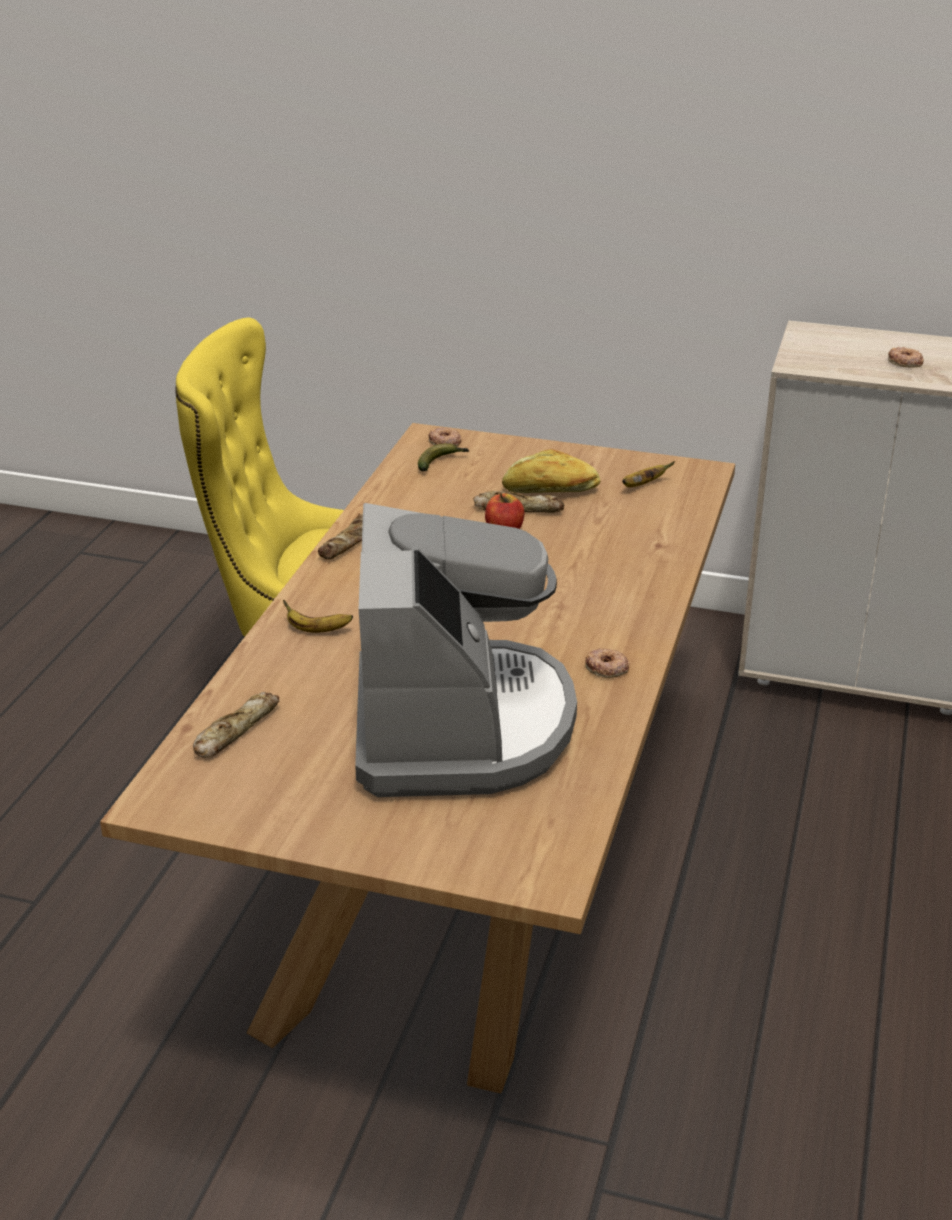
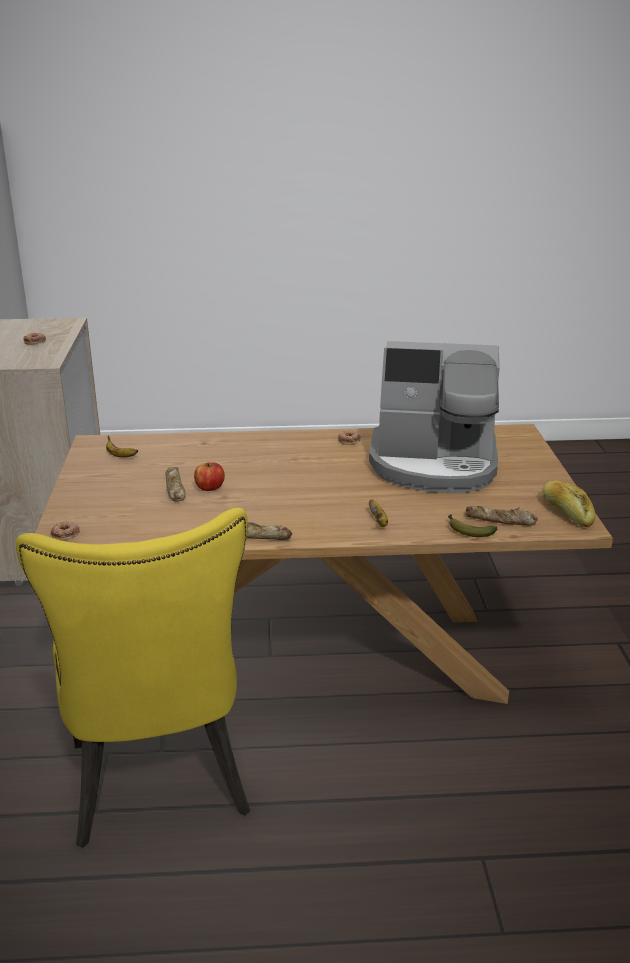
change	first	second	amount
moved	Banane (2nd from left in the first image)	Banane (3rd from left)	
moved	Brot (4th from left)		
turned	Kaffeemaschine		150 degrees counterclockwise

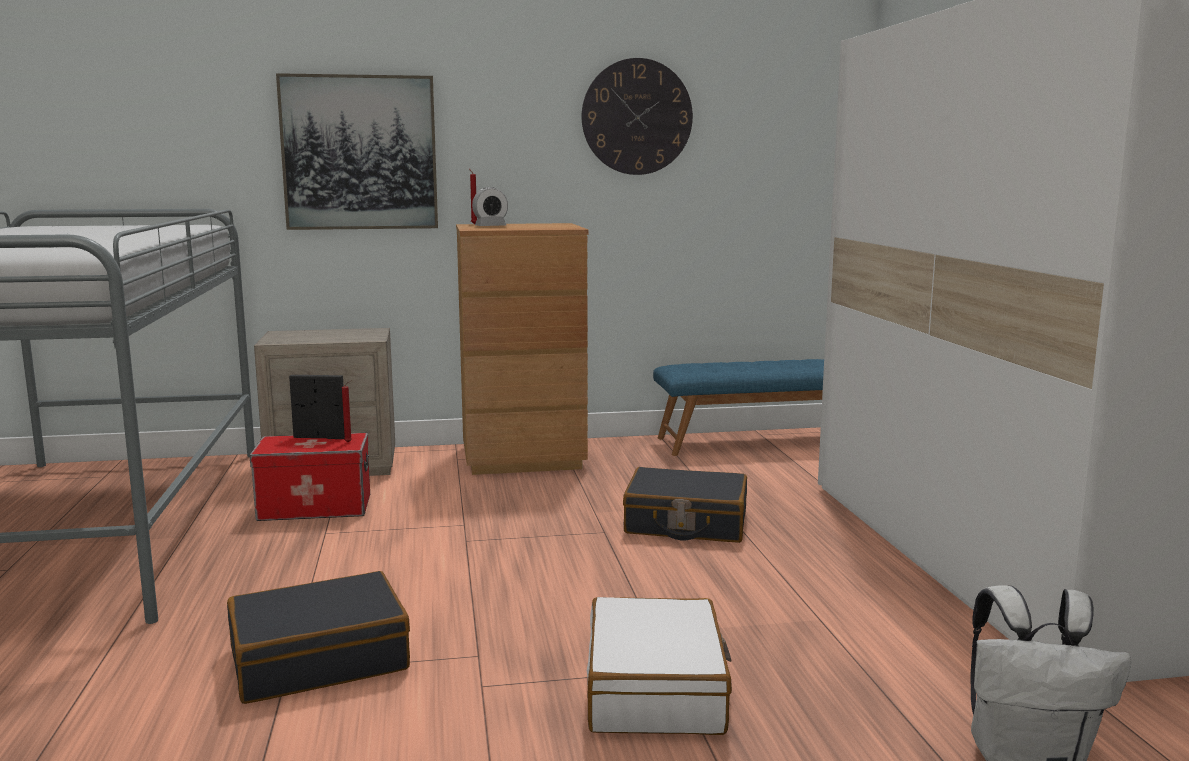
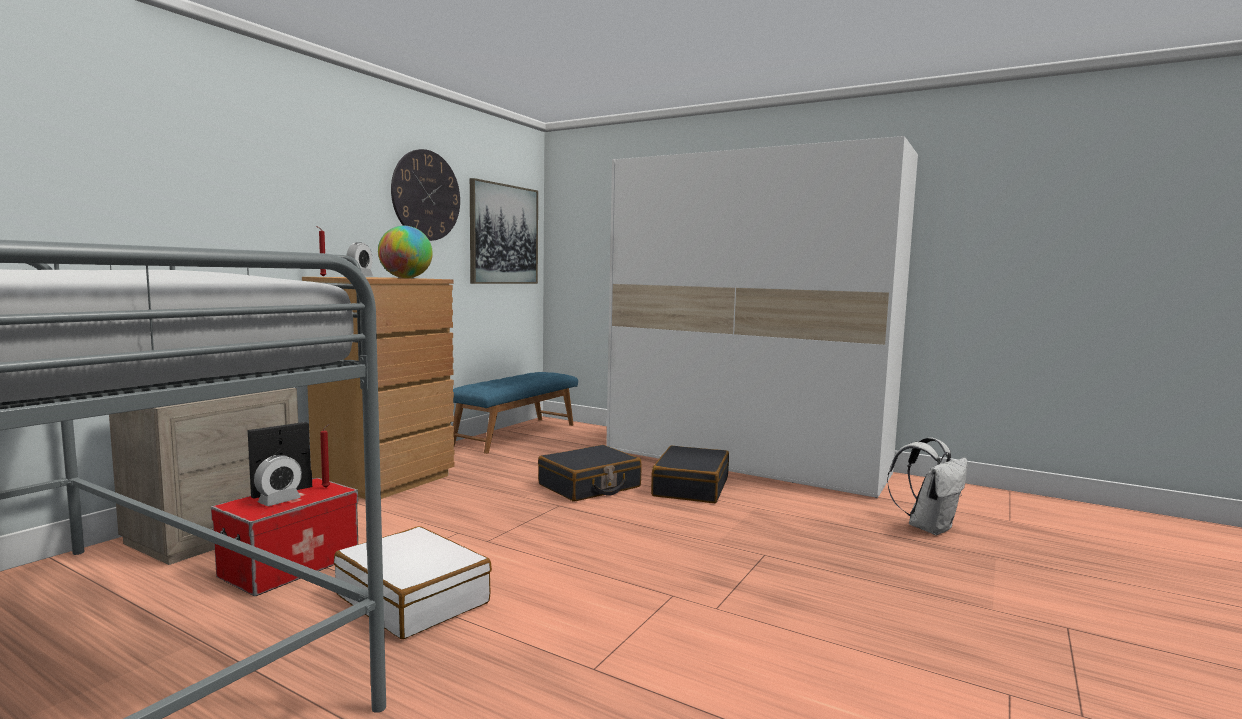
change	first	second	amount
added		Wecker (1st from left)	
added		Globus	
moved	Koffer (schwarz) (1st from left in the first image)	Koffer (schwarz) (2nd from left)	
moved	Bild		
moved	Koffer (weiß)		

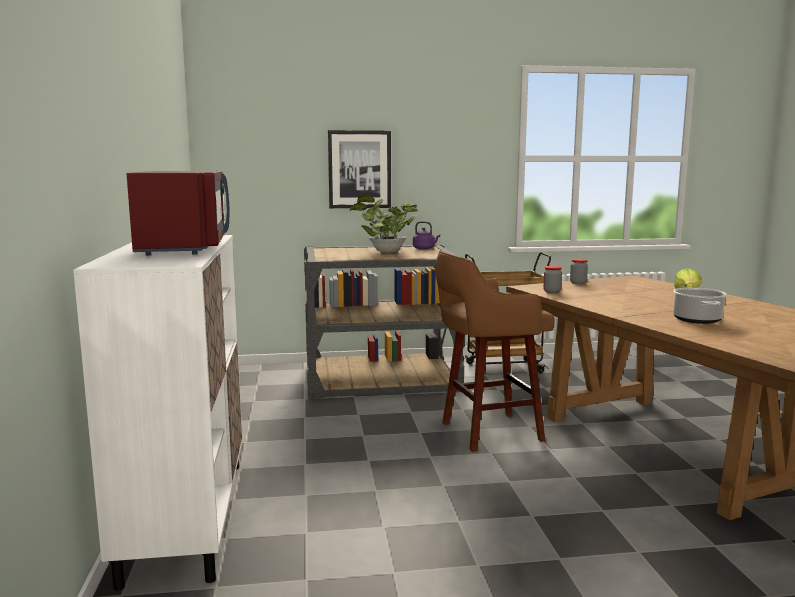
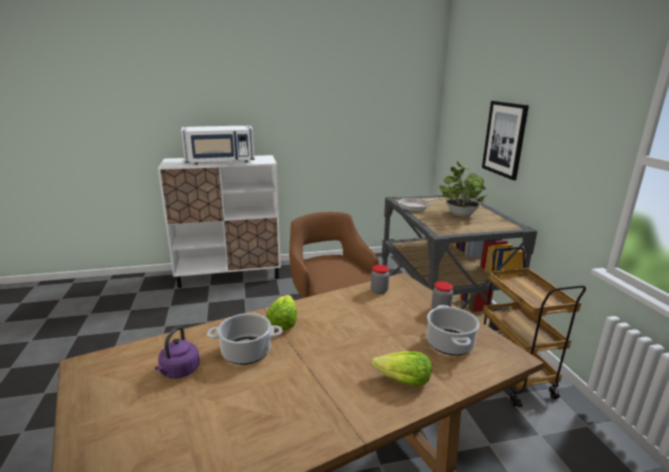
change	first	second	amount
added		Salatkopf (1st from left)	
added		Pfanne	
added		Kochtopf (2nd from left)	
moved	Wasserkessel (lila)		
recoloured	Mikrowelle (rot)	Mikrowelle (weiß)	

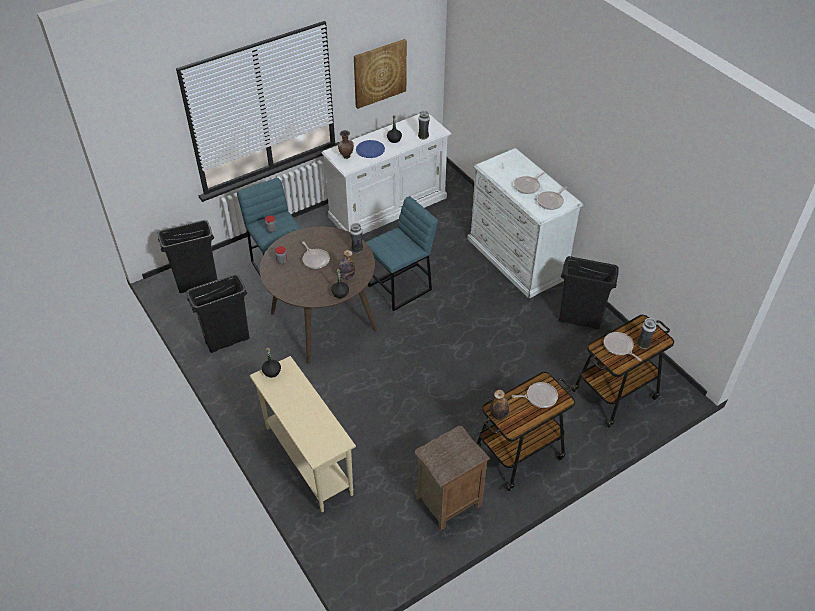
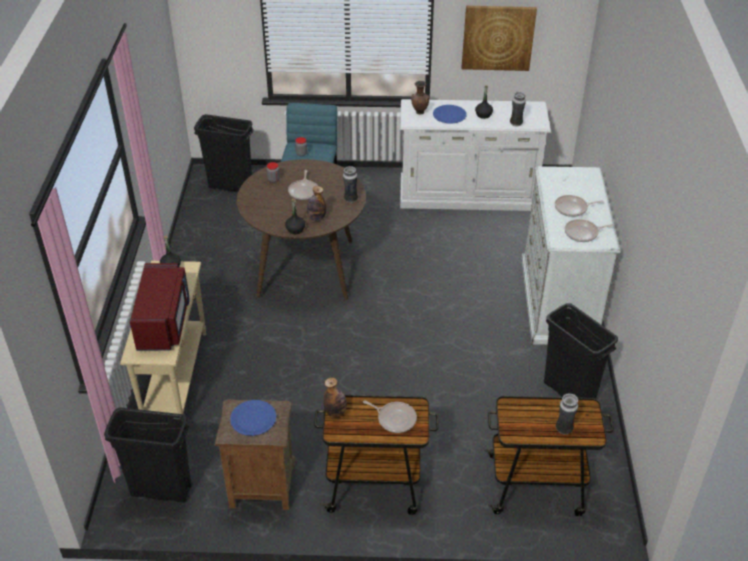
change	first	second	amount
removed	Hocker (blau) (2nd from left)		
removed	Pfanne (5th from left)		
added		Mikrowelle (rot)	
added		Teller (blau) (1st from left)	
moved	Mülleimer (schwarz) (2nd from left in the first image)	Mülleimer (schwarz) (1st from left)	

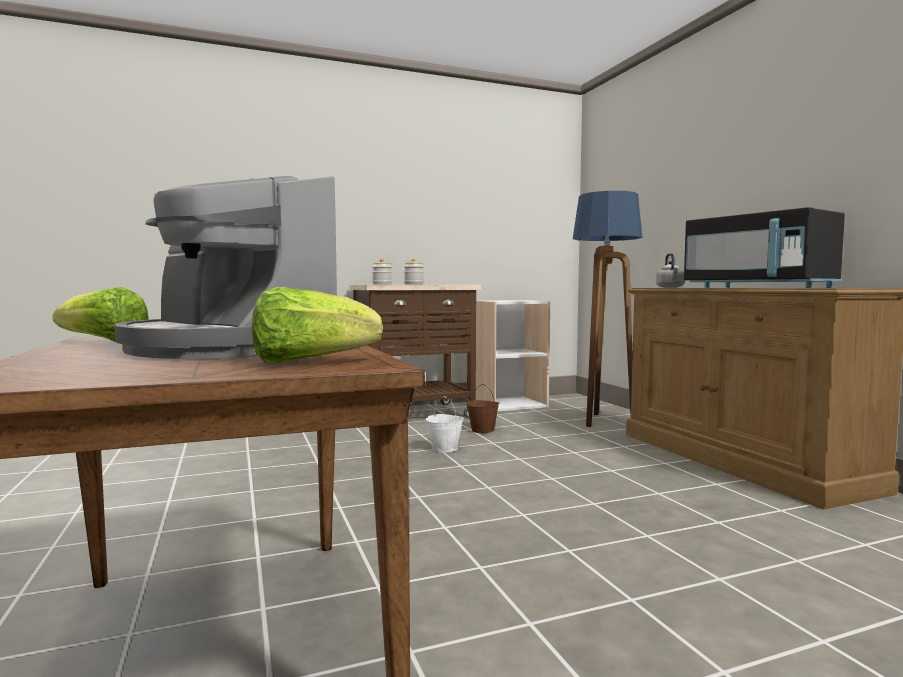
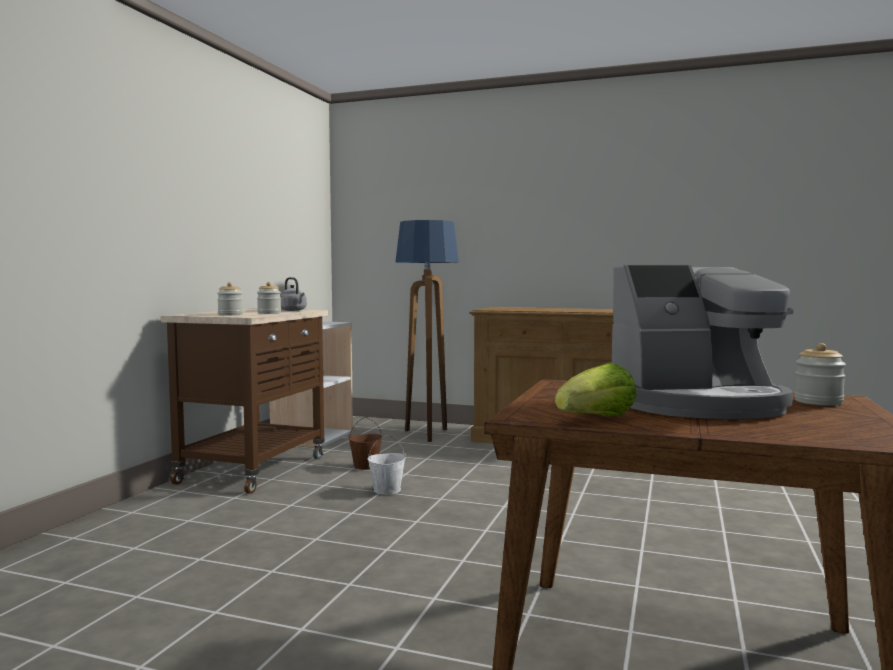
change	first	second	amount
removed	Mikrowelle (schwarz)		
moved	Wasserkessel (grau)		
replaced	Salatkopf (2nd from left)	Vorratsglas (3rd from left)	

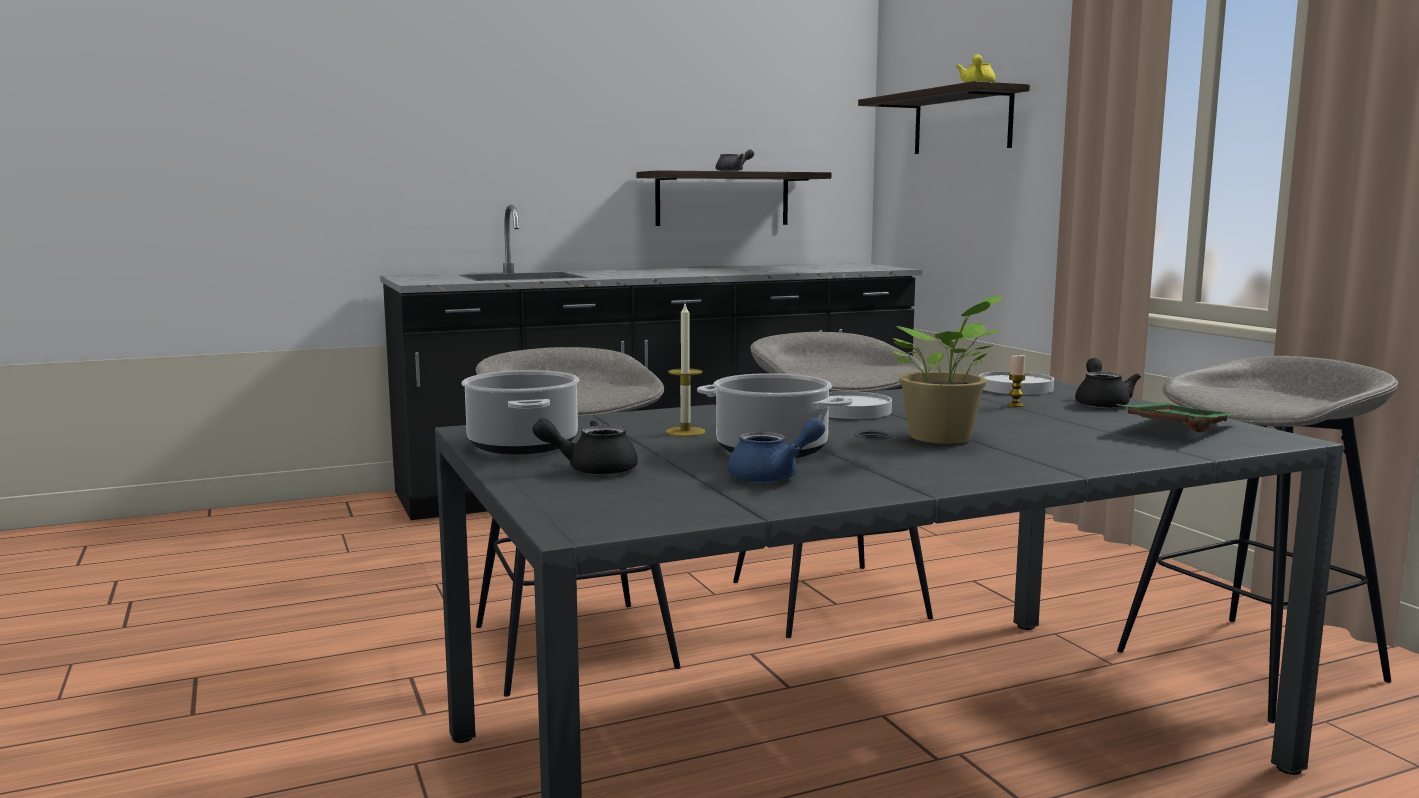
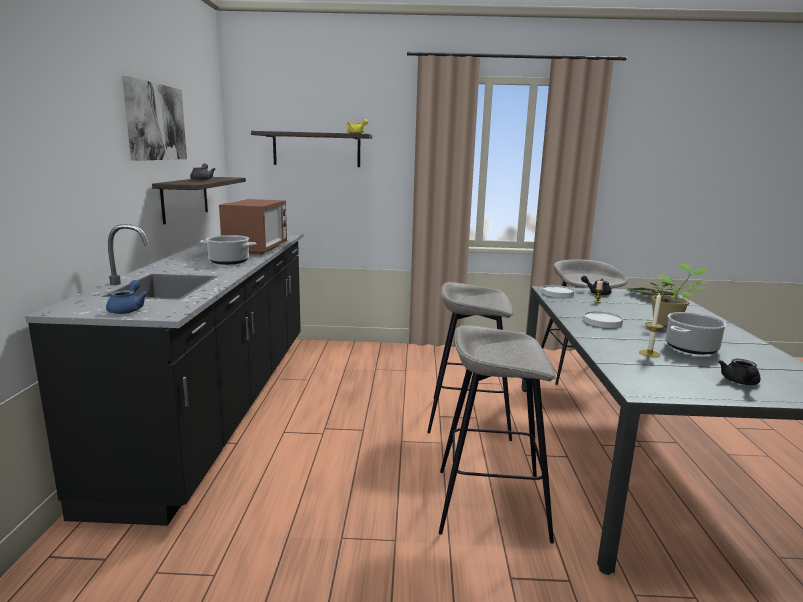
change	first	second	amount
added		Bild	
added		Mikrowelle	
moved	Kochtopf (1st from left)		
moved	Teekanne (blau)		

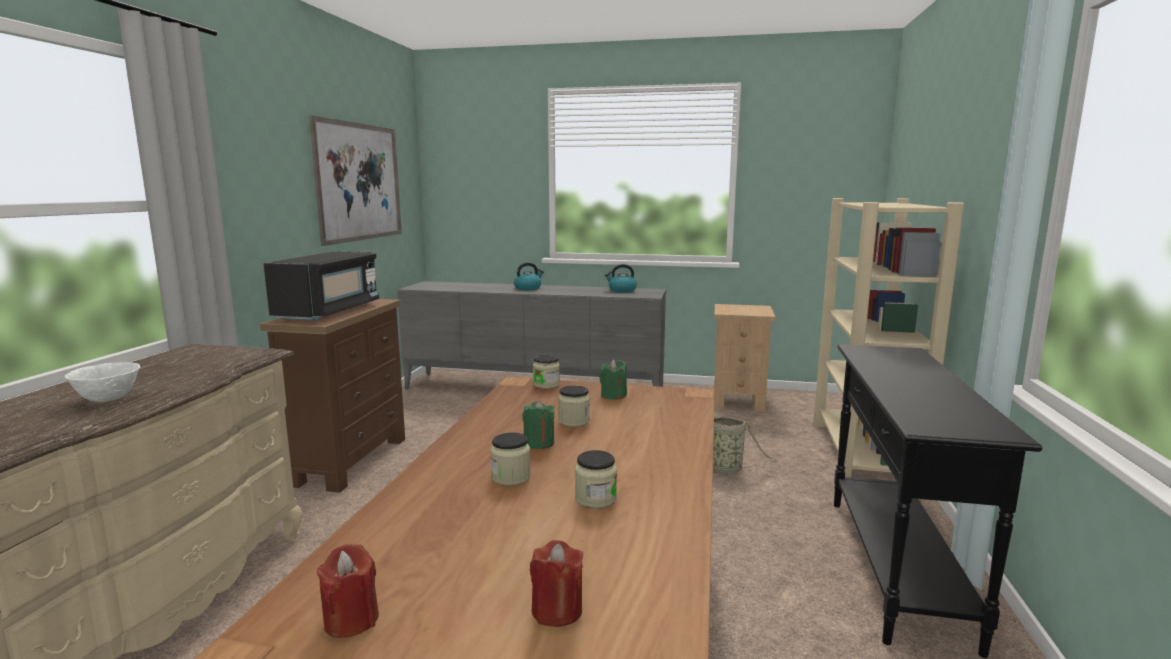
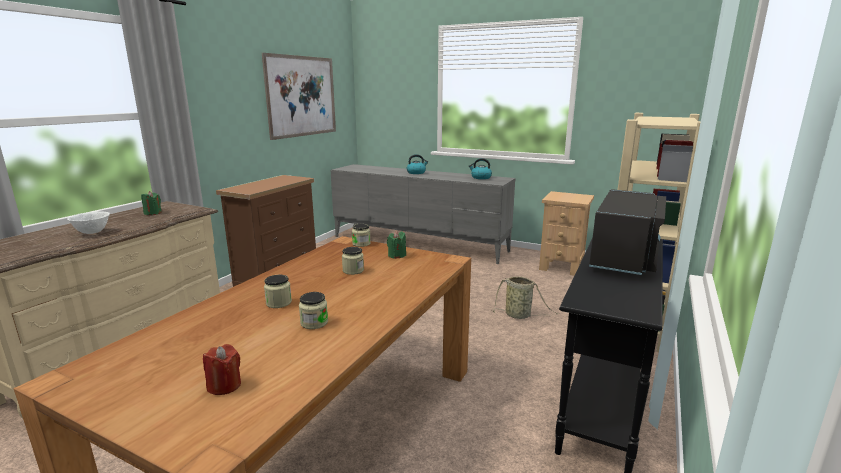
change	first	second	amount
removed	Kerze (rot) (1st from left)		
moved	Mikrowelle (schwarz)		
moved	Kerze (grün) (1st from left)		

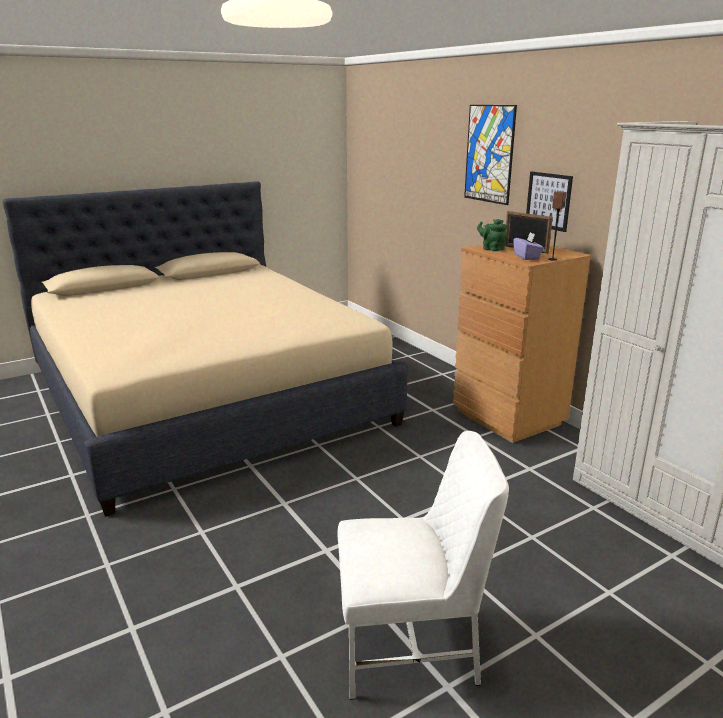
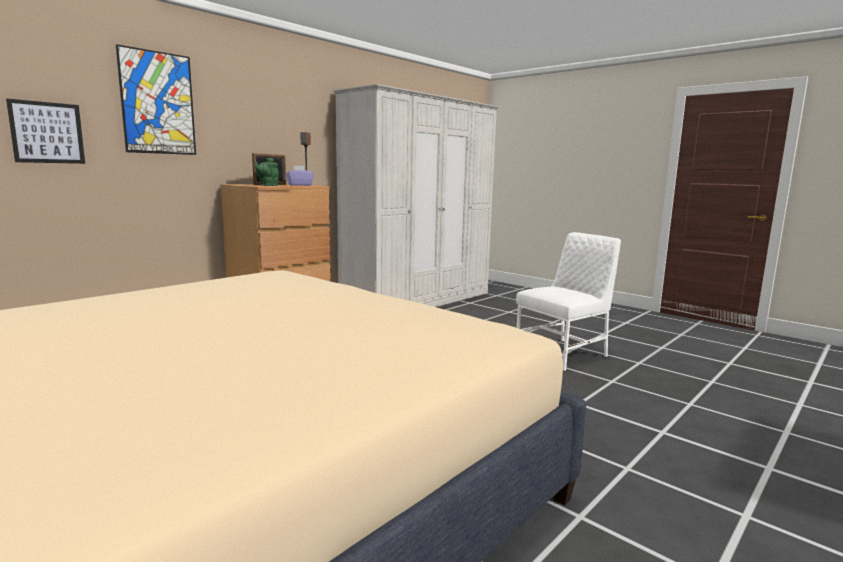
change	first	second	amount
moved	Bild (2nd from left in the first image)	Bild (1st from left)	
turned	Stuhl (weiß)		75 degrees clockwise

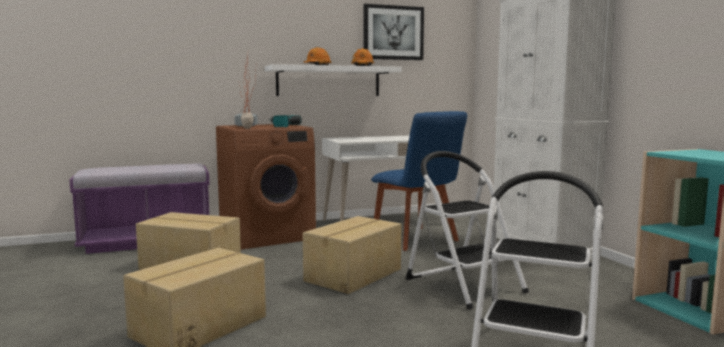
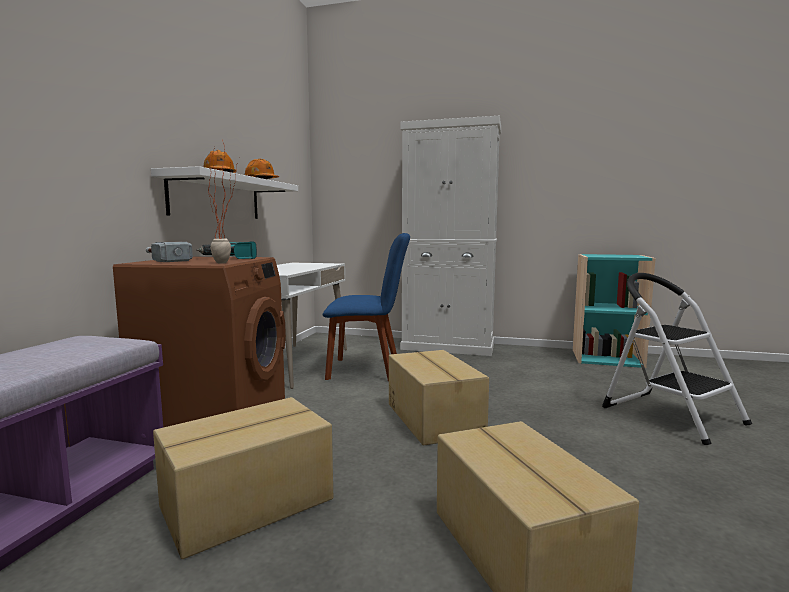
change	first	second	amount
removed	Bild		
removed	Trittleiter (1st from left)		

